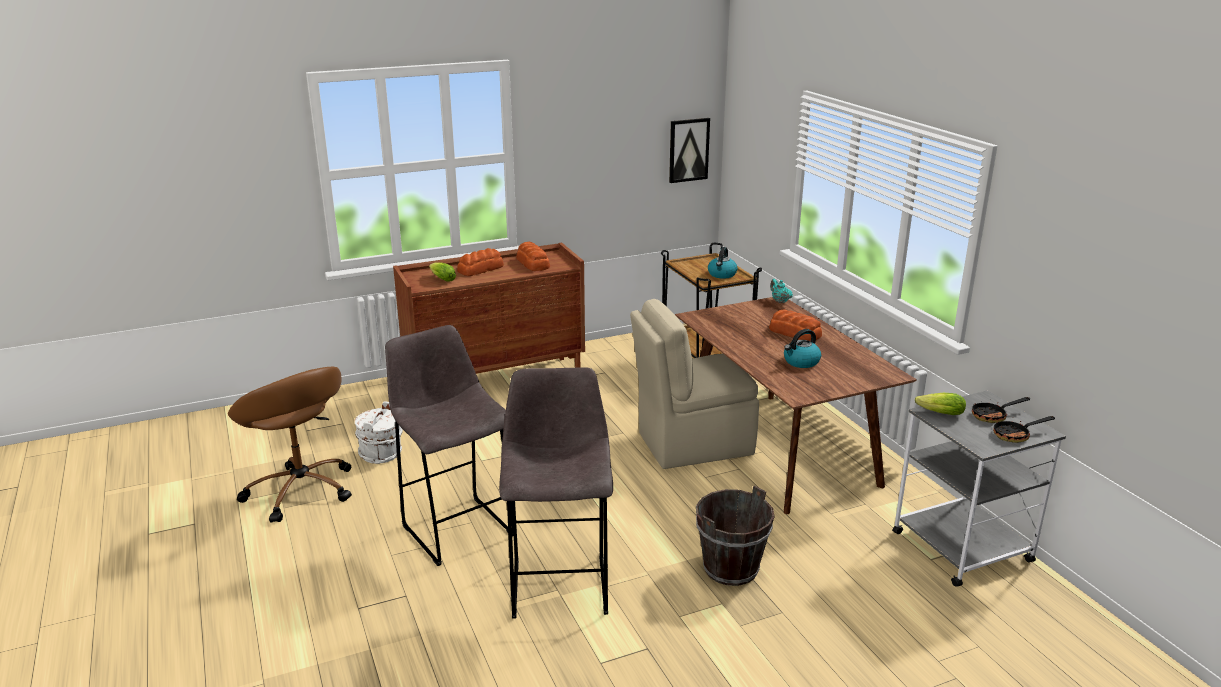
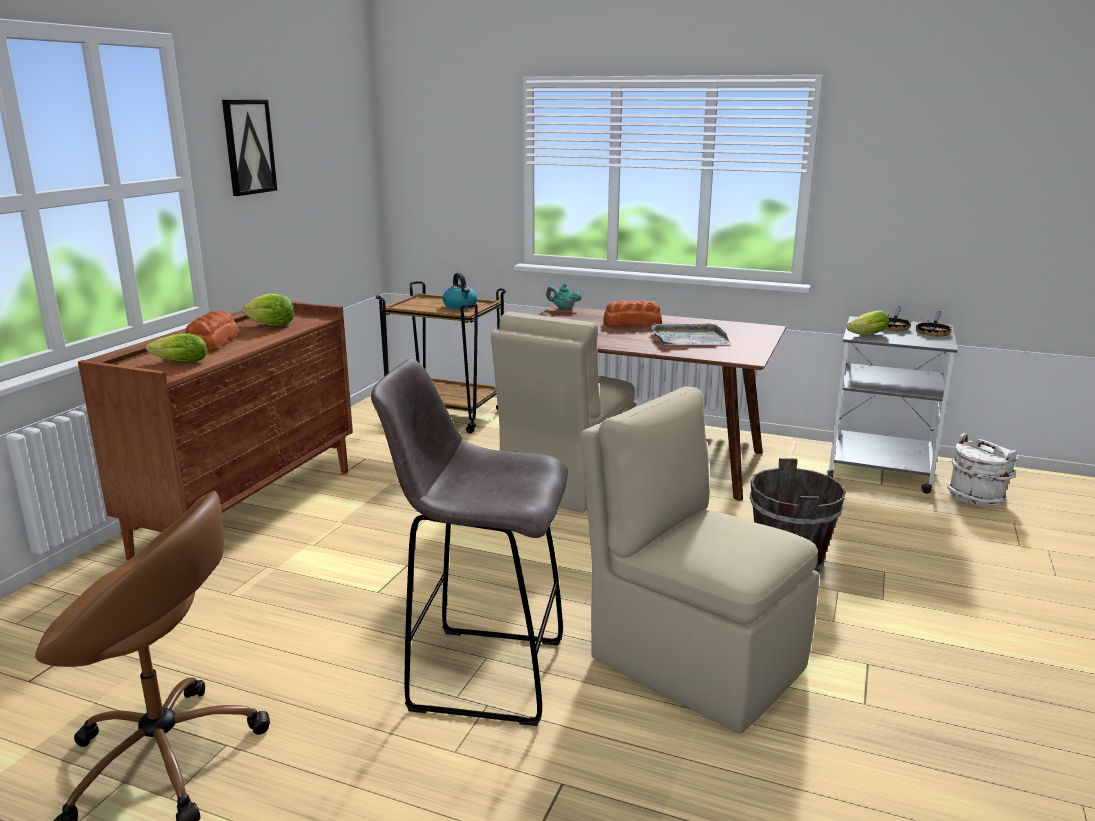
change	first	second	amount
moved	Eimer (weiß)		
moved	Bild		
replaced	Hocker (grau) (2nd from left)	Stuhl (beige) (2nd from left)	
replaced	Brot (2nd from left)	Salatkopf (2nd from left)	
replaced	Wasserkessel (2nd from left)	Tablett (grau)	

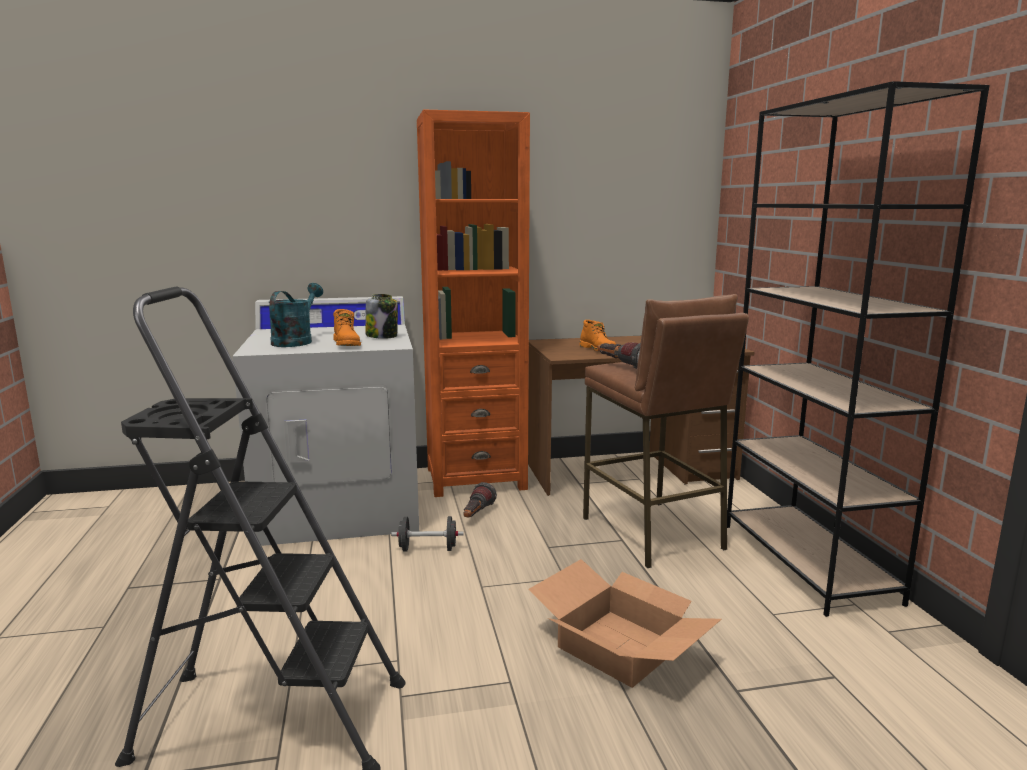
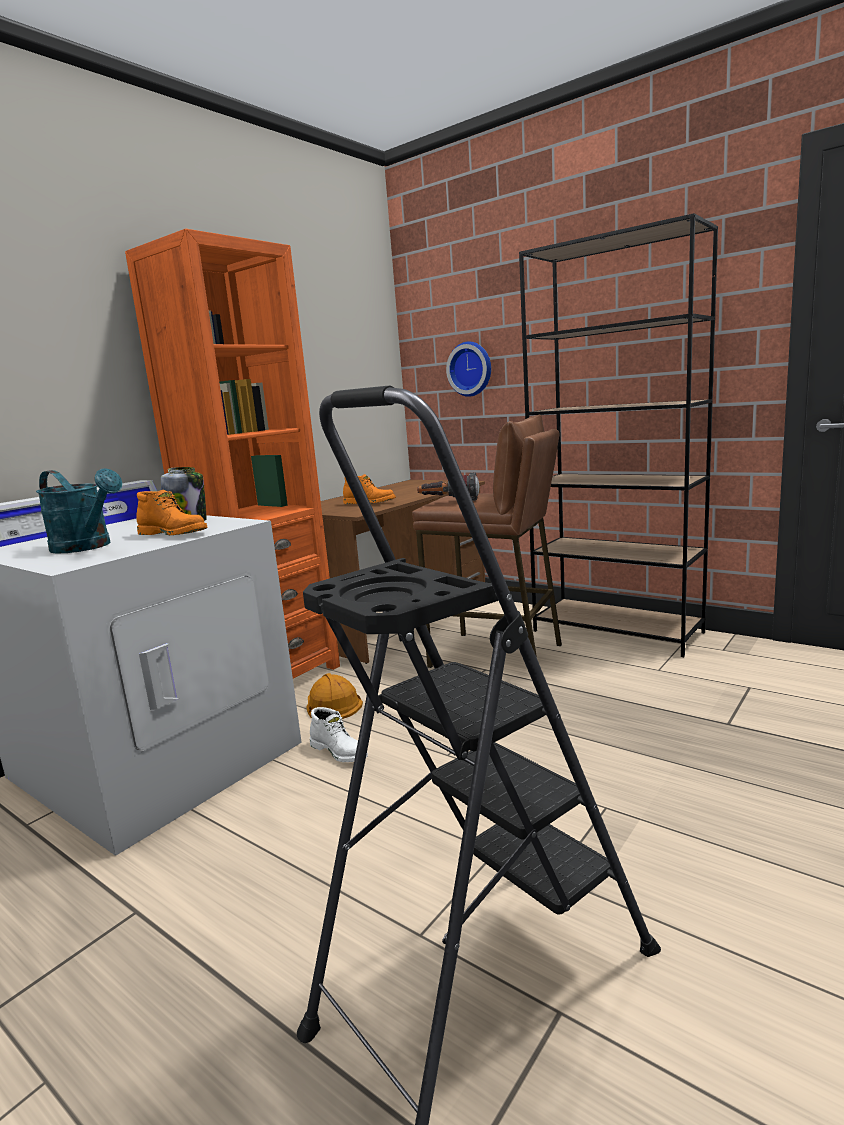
change	first	second	amount
removed	Karton		
added		Wanduhr	
replaced	Hantel (schwarz)	Stiefel (weiß)	
replaced	Taschenlampe (1st from left)	Schutzhelm (orange)	
turned	Gießkanne (türkis)		150 degrees clockwise

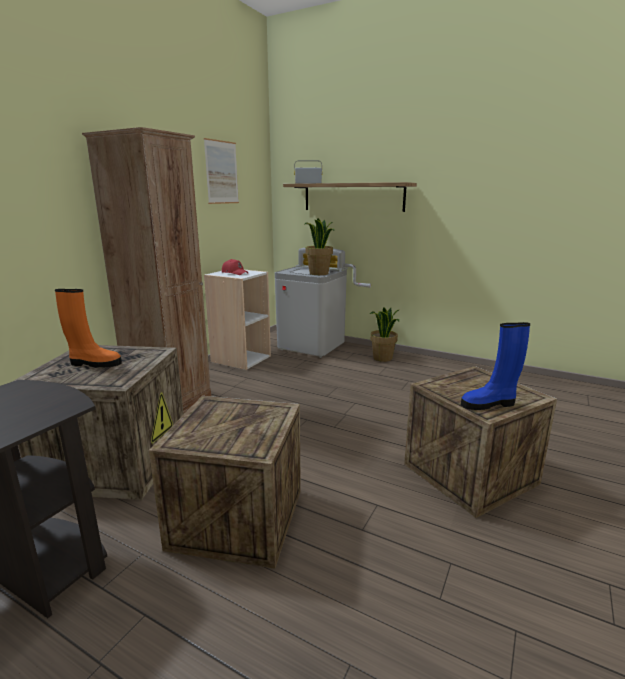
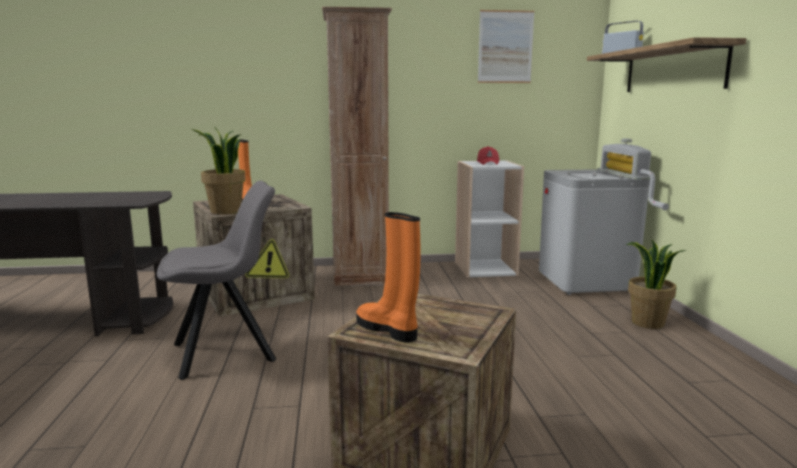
change	first	second	amount
moved	Topfpflanze (1st from left)		
replaced	Kiste (2nd from left)	Stuhl (grau)	
recoloured	Stiefel (blau)	Stiefel (orange) (2nd from left)	

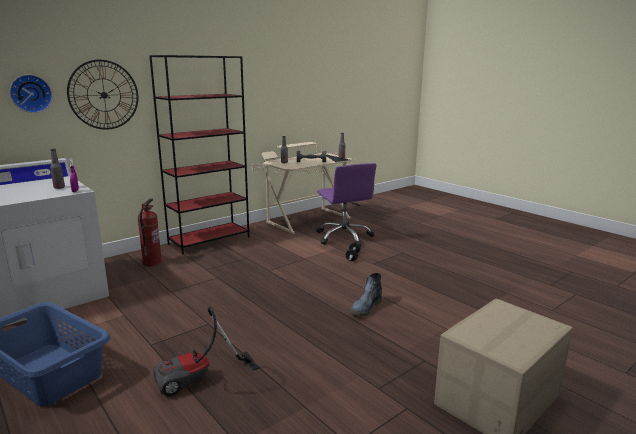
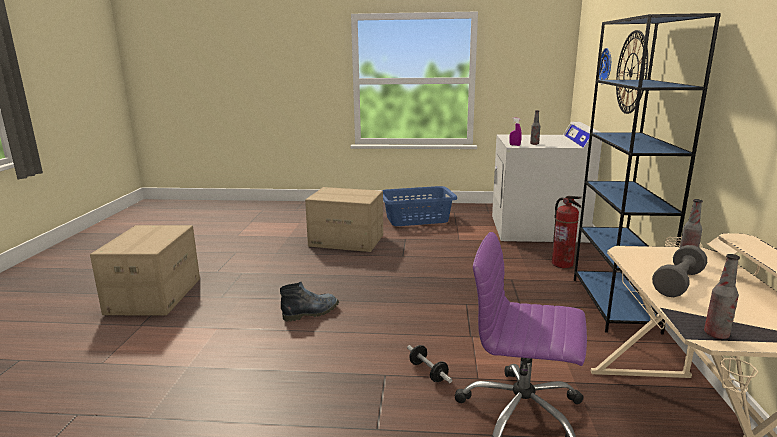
change	first	second	amount
replaced	Staubsauger	Karton (2nd from left)	
recoloured	Bücherregal (rot)	Bücherregal (blau)	
turned	Stiefel		75 degrees clockwise

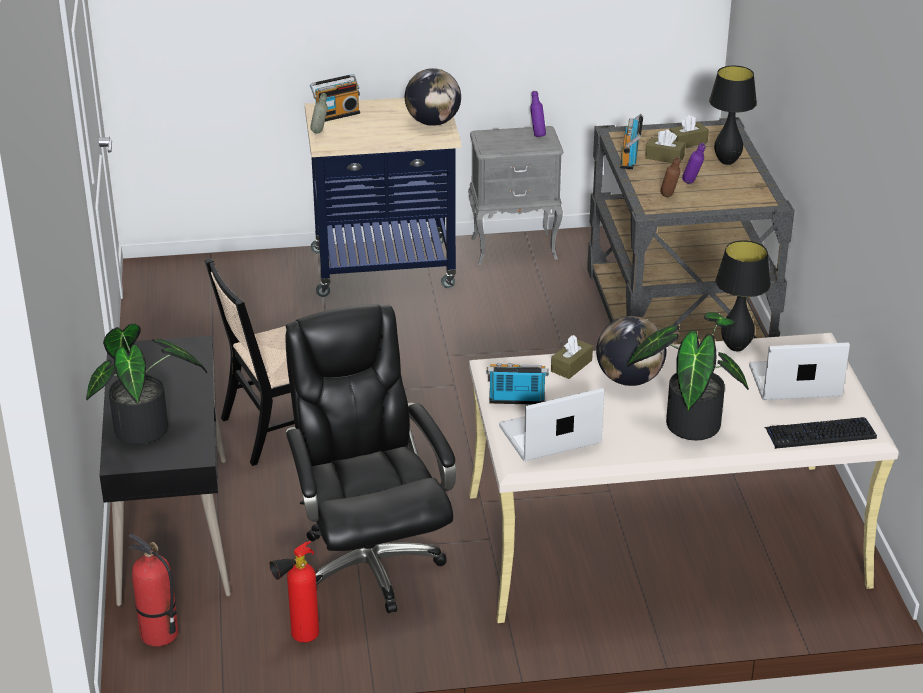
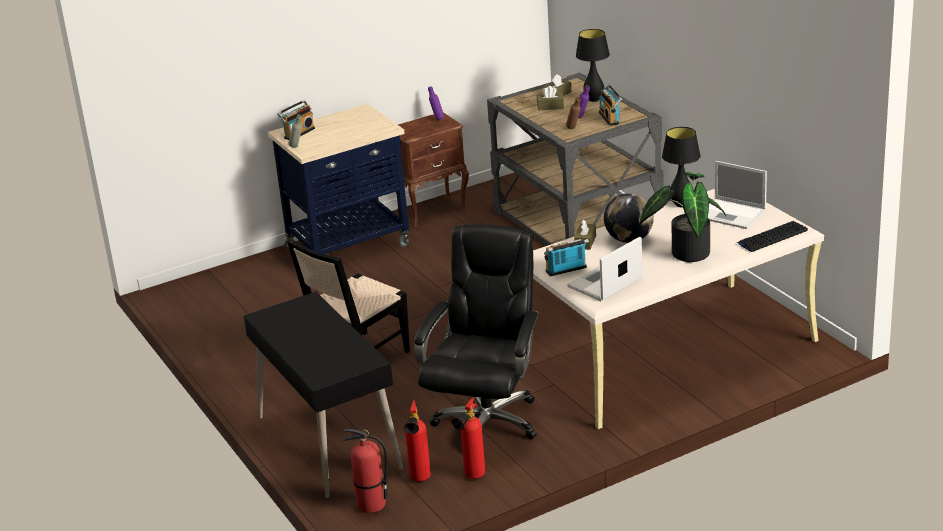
change	first	second	amount
removed	Topfpflanze (1st from left)		
removed	Globus (1st from left)		
added		Feuerlöscher (2nd from left)	
moved	Radio (3rd from left)		
recoloured	Nachttisch (grau)	Nachttisch (braun)	
turned	Bürostuhl (schwarz)		60 degrees clockwise
turned	Laptop (2nd from left)		120 degrees counterclockwise

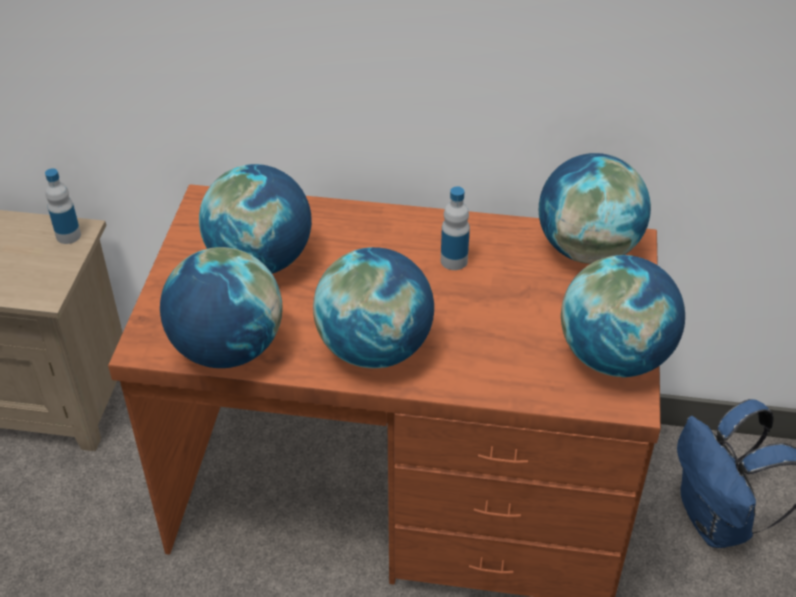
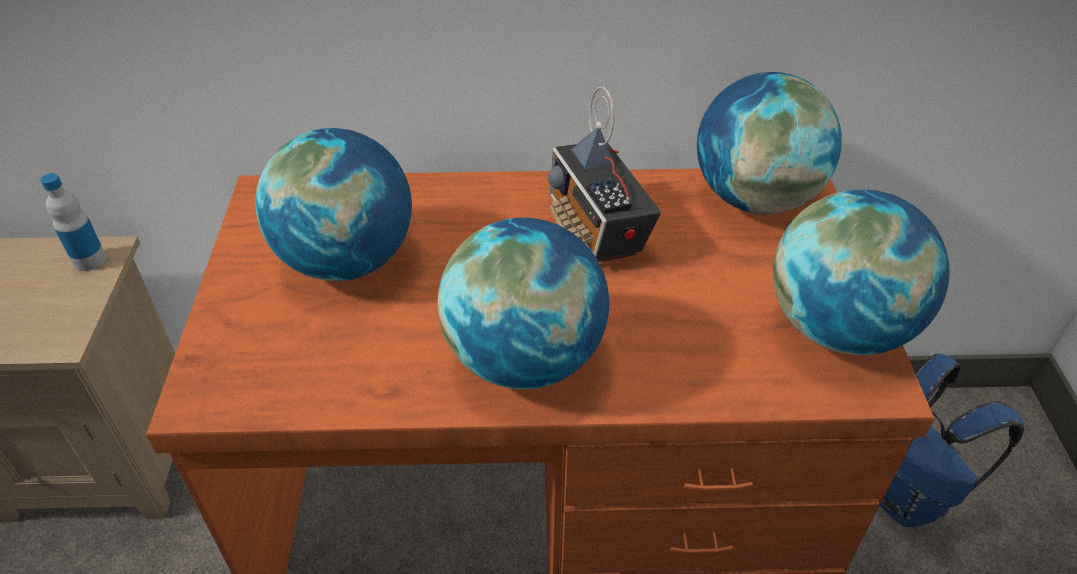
change	first	second	amount
removed	Globus (1st from left)		
replaced	Flasche (2nd from left)	Radio	

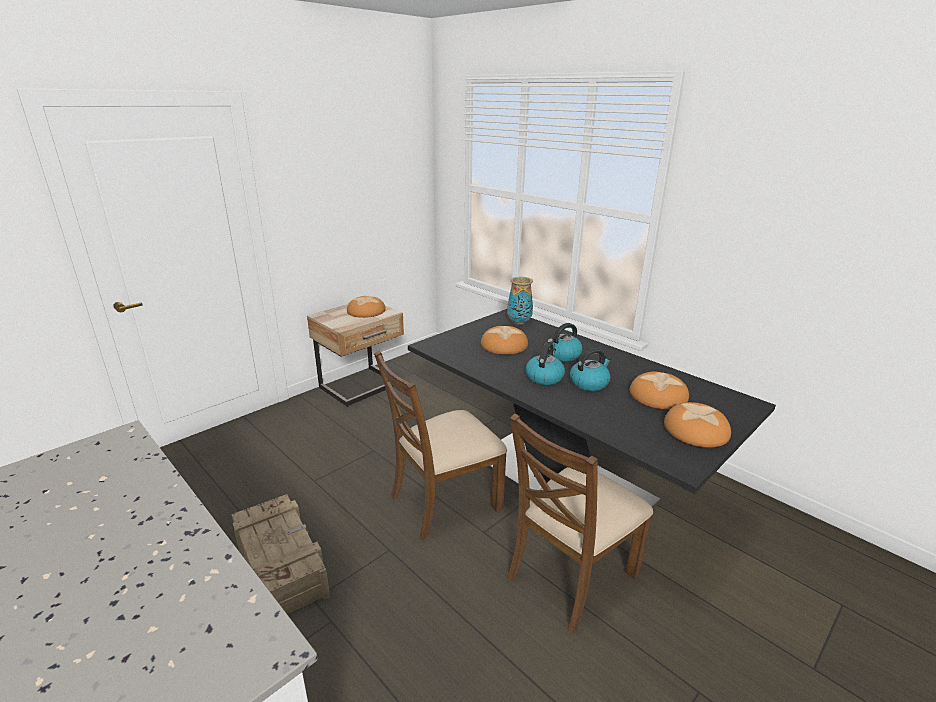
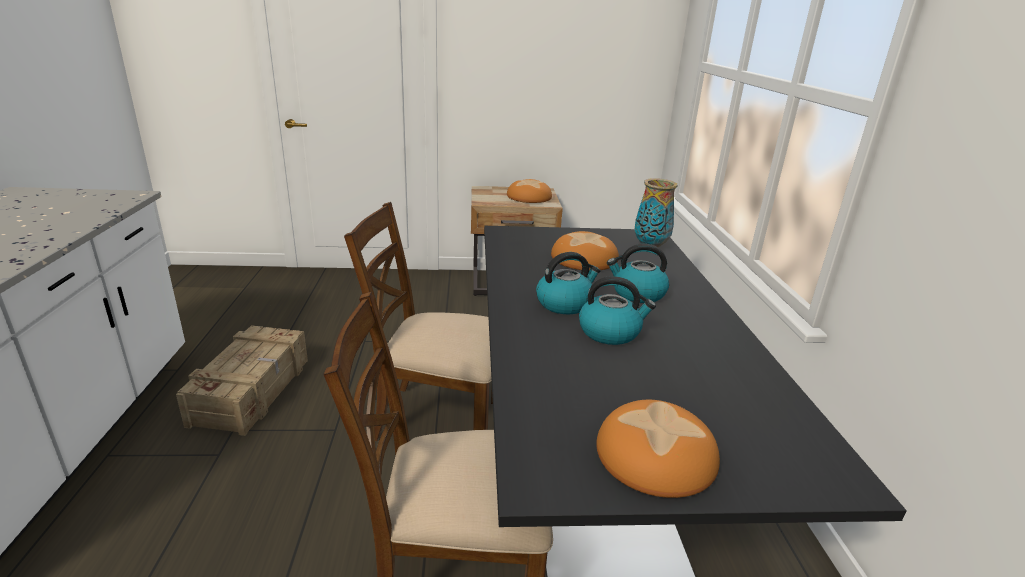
change	first	second	amount
removed	Brot (3rd from left)		

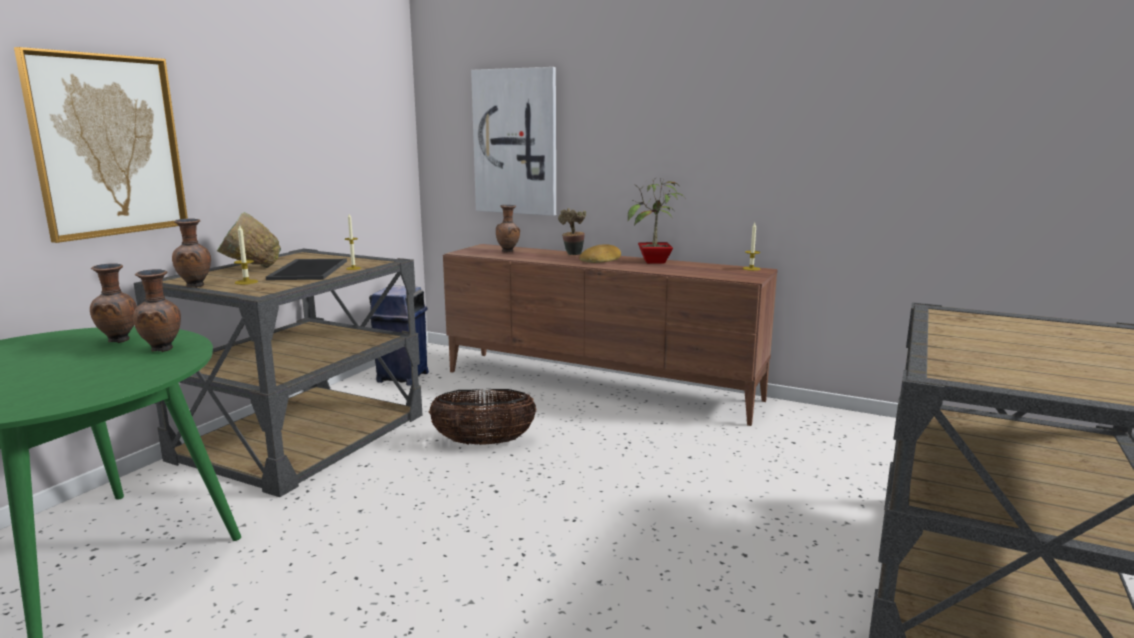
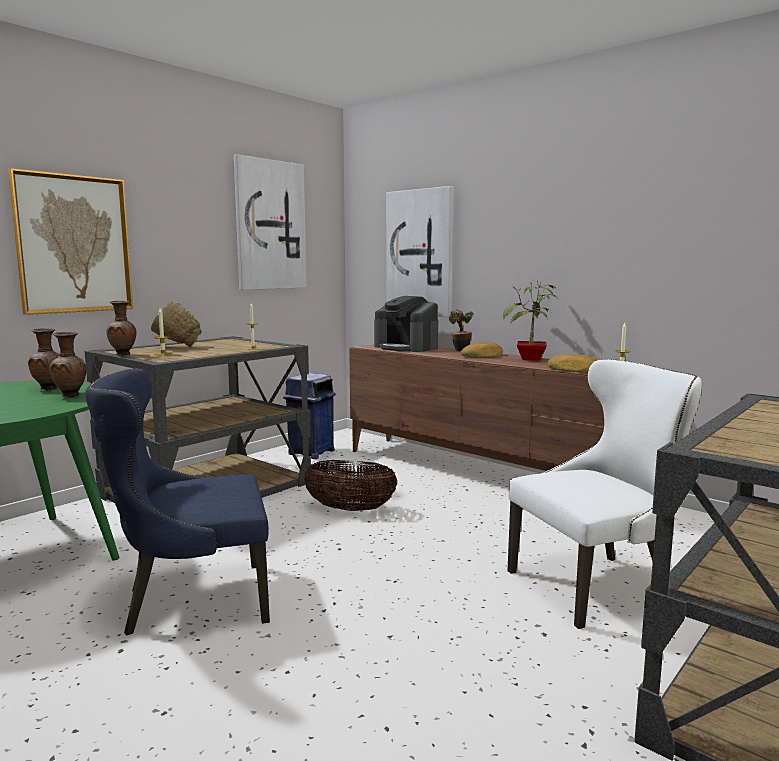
change	first	second	amount
removed	Tablett		
added		Stuhl (blau)	
added		Bild (2nd from left)	
added		Stuhl (weiß)	
added		Brot (2nd from left)	
replaced	Vase (braun) (4th from left)	Kaffeemaschine	

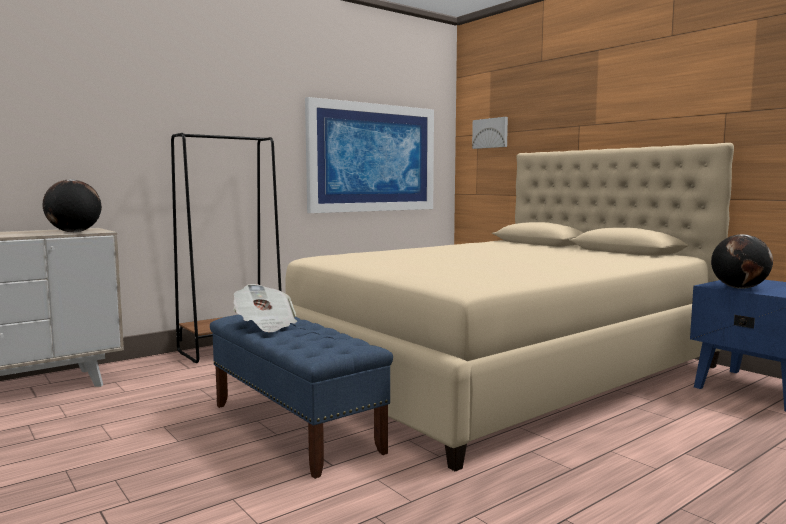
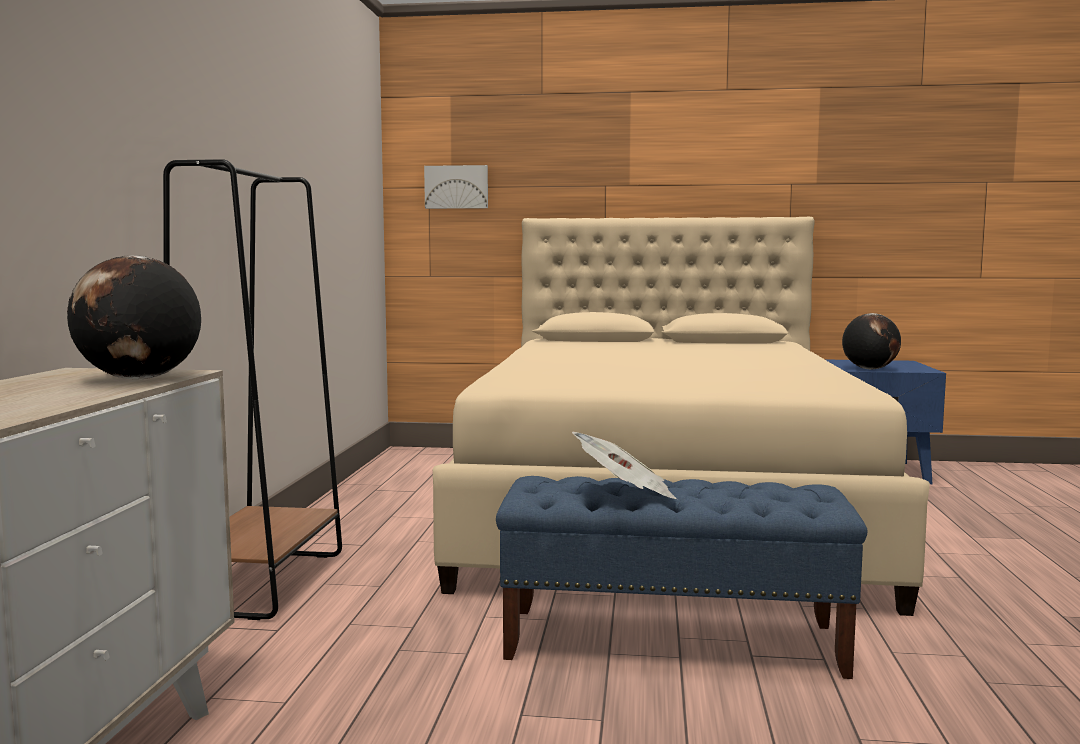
change	first	second	amount
removed	Bild (1st from left)		

